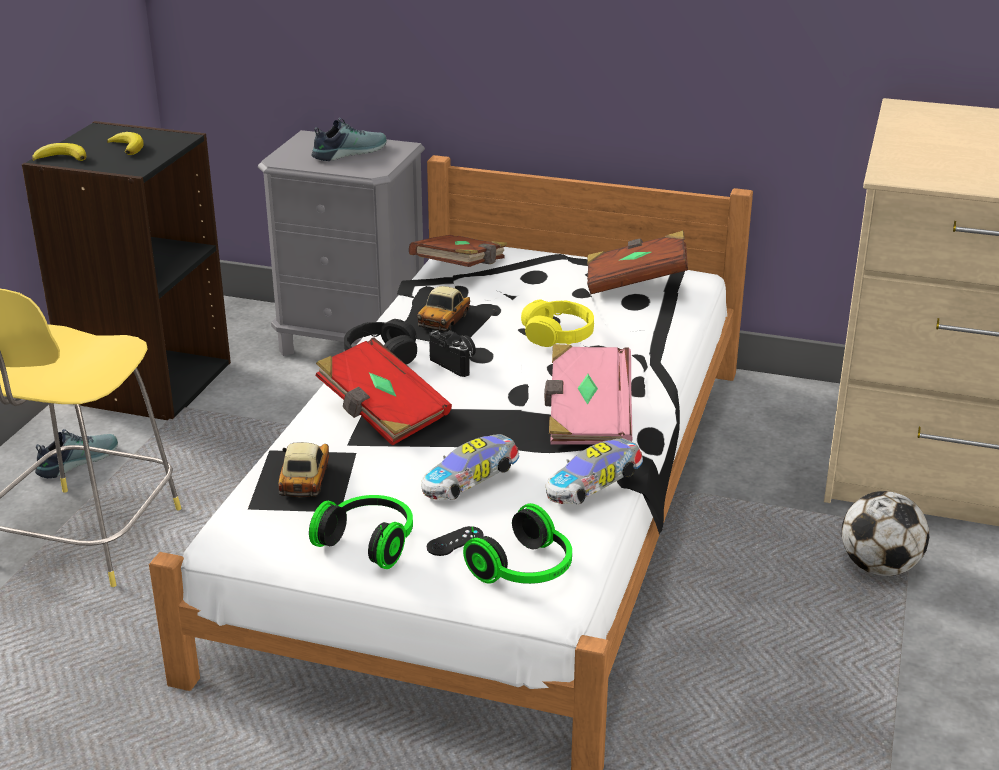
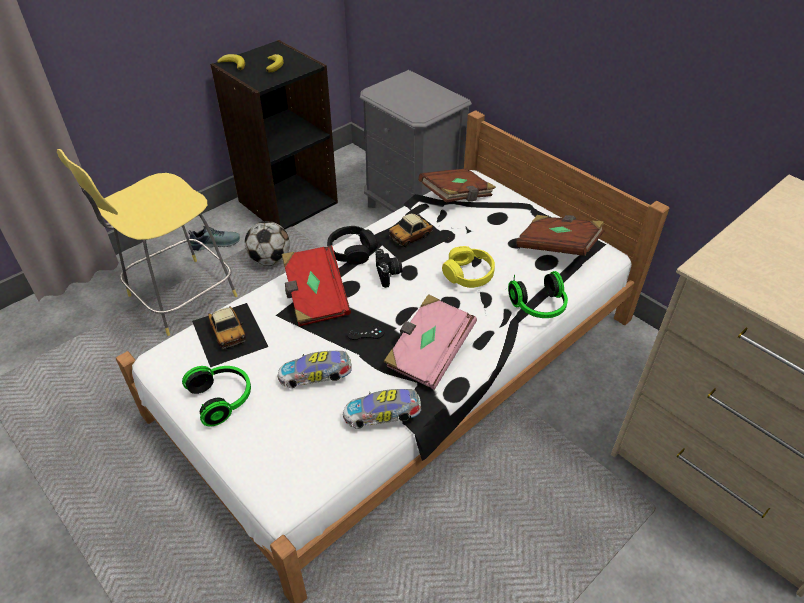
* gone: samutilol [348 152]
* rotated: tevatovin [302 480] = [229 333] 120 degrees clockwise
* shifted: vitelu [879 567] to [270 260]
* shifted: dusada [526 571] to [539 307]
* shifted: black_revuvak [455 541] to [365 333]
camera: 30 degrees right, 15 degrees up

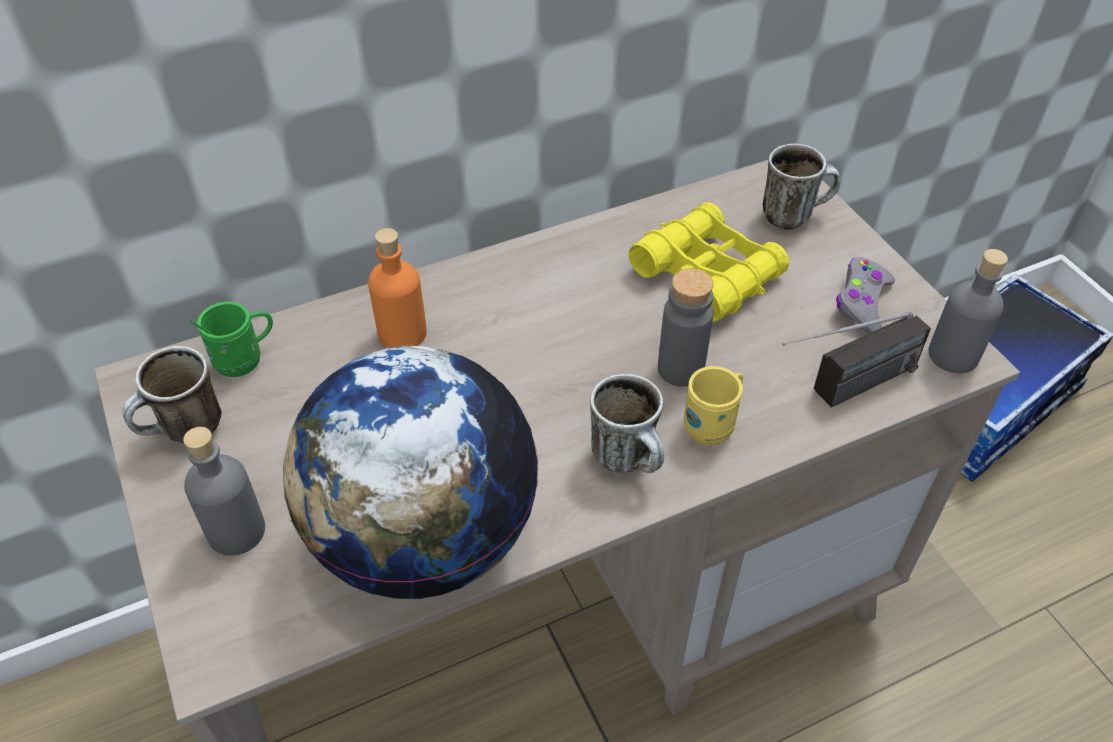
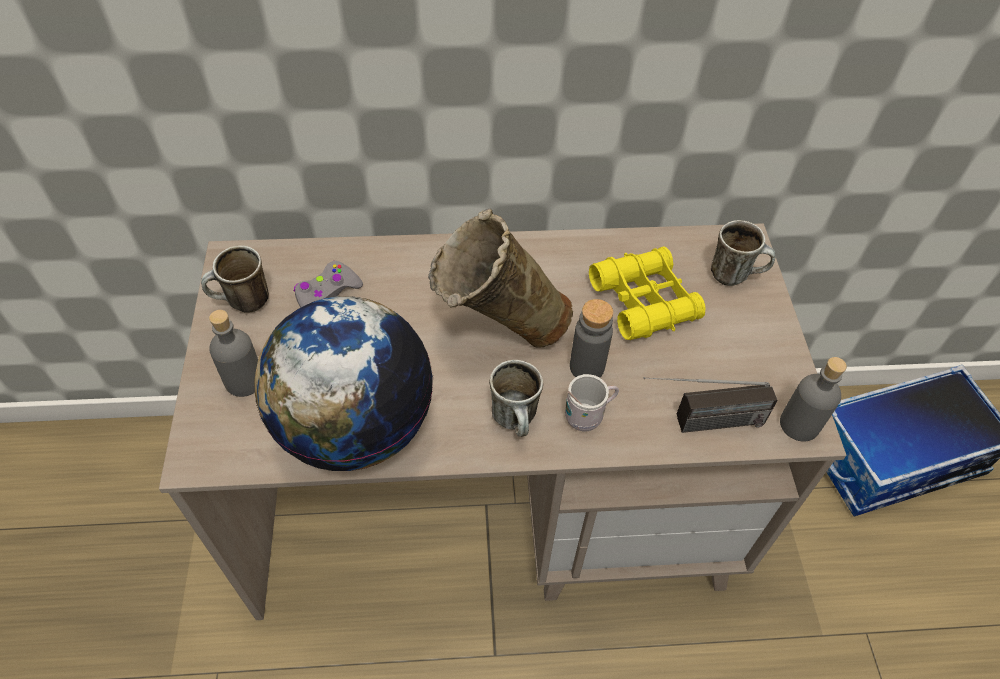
* gone: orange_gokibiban [402 333]
* shifted: grey_revuvak [862 302] to [327 295]
* gone: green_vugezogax [245 359]
* repainted: yellow_vugezogax [713 424] to white_vugezogax [588 415]
* new: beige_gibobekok [498 335]
camera: 20 degrees right, 5 degrees up

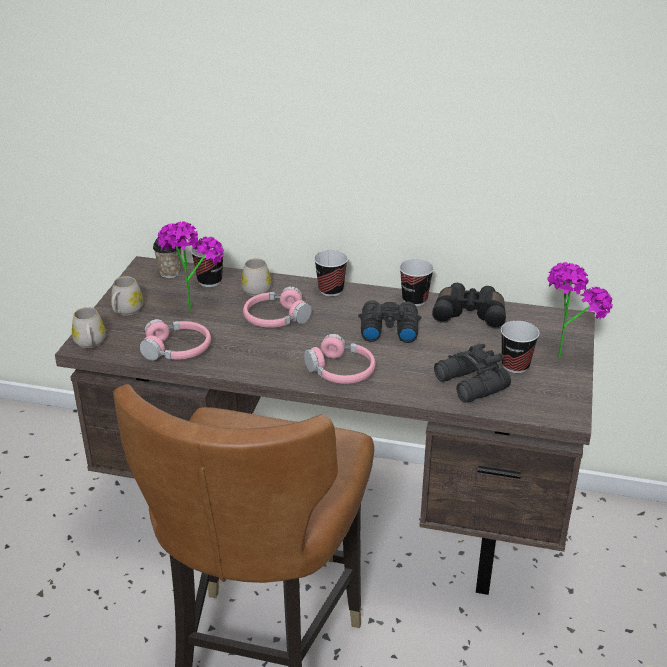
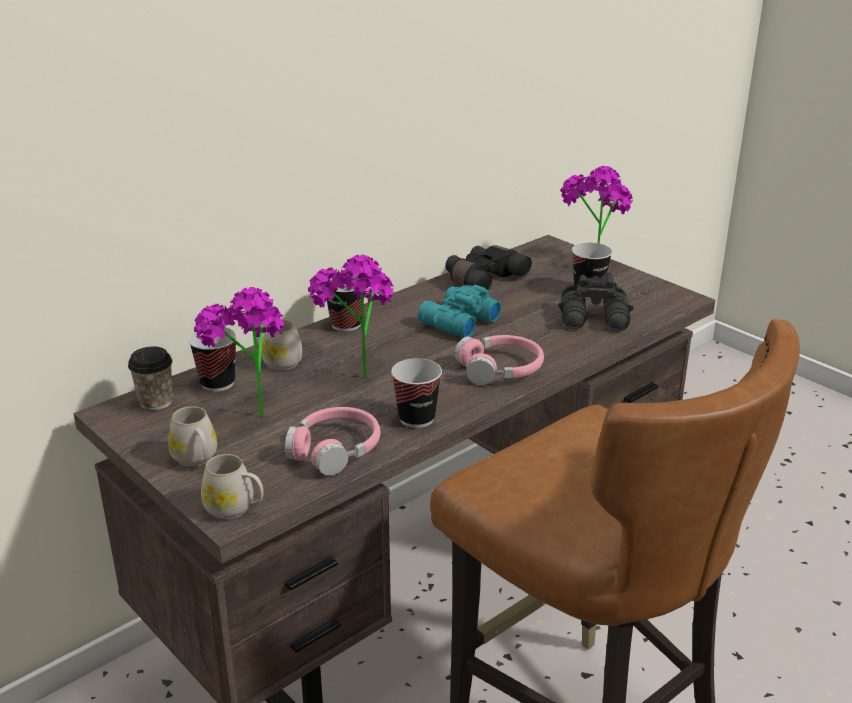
* shifted: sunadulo [414 300] to [416 418]
* swapped: pink_dusada [276 318] to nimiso [355 370]
* repainted: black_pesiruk [388 329] to turquoise_pesiruk [457 322]
camera: 55 degrees left, 5 degrees down

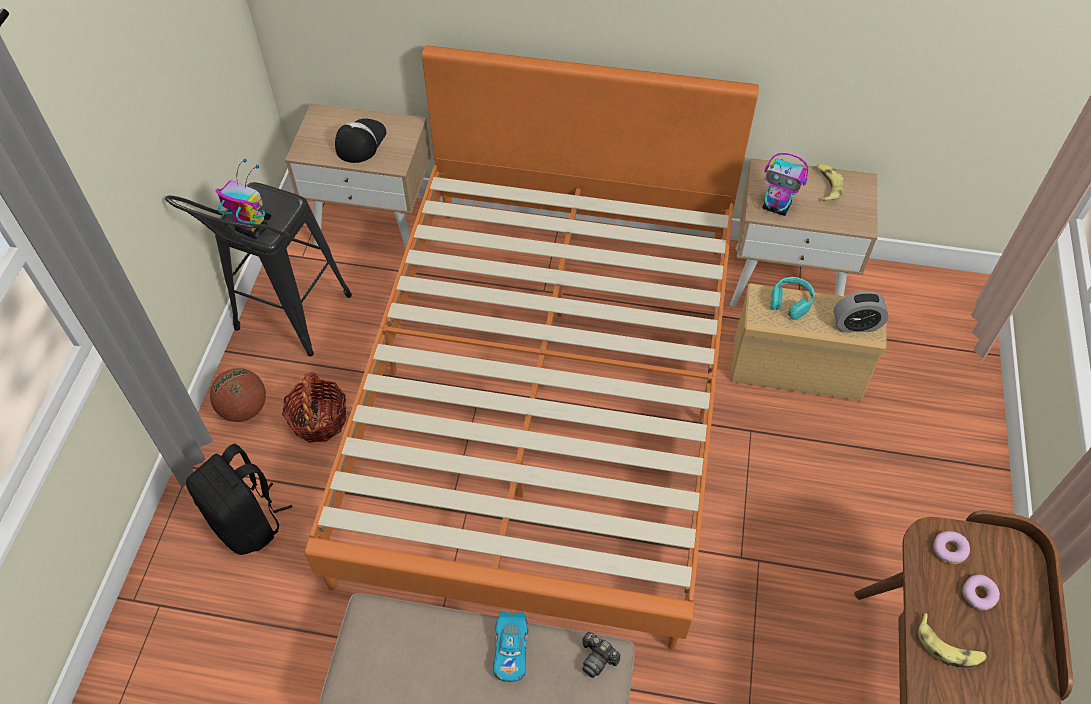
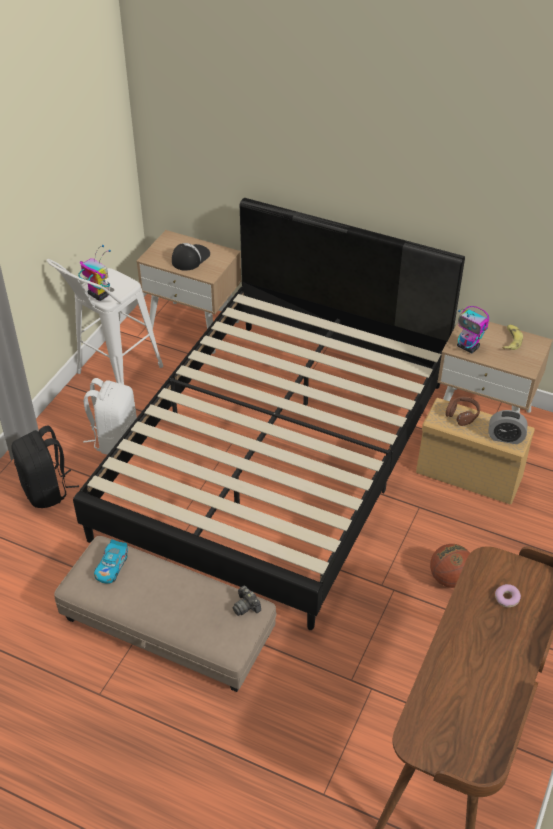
* repainted: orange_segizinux [546 398] to black_segizinux [277 456]
* repainted: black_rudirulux [286 321] to white_rudirulux [113 374]
* repainted: turquoise_dusada [790 302] to brown_dusada [462 414]
* shifted: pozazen [244 409] to [449 578]
* swapped: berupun [319 420] to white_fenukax [114 439]
* gone: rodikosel [949 549]
* shifted: tevatovin [511 650] to [111 566]
* gone: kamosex [948 647]
camera: 15 degrees right, 10 degrees down

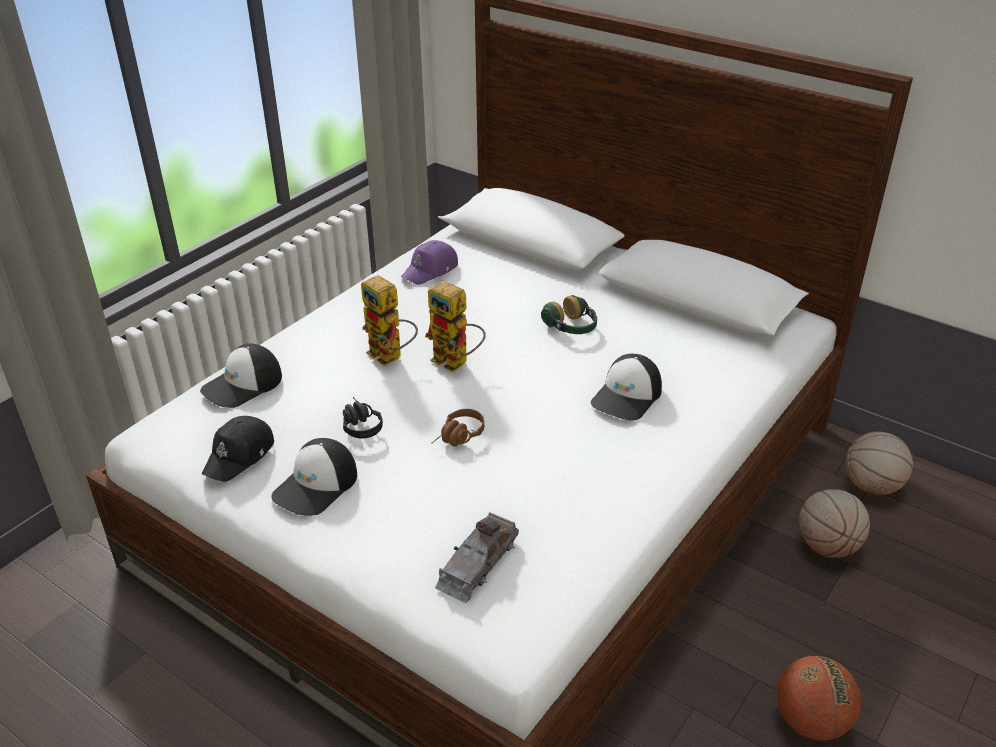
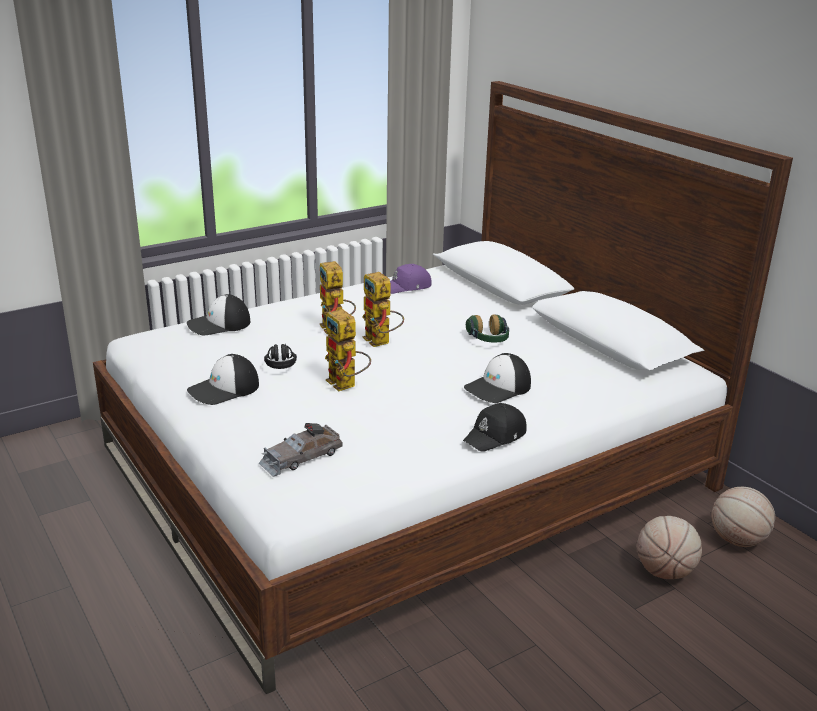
* swapped: brown_dusada [458 438] to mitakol [346 385]
* shifted: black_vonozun [240 455] to [496 436]
* gone: pozazen [810 721]
camera: 20 degrees right, 10 degrees down

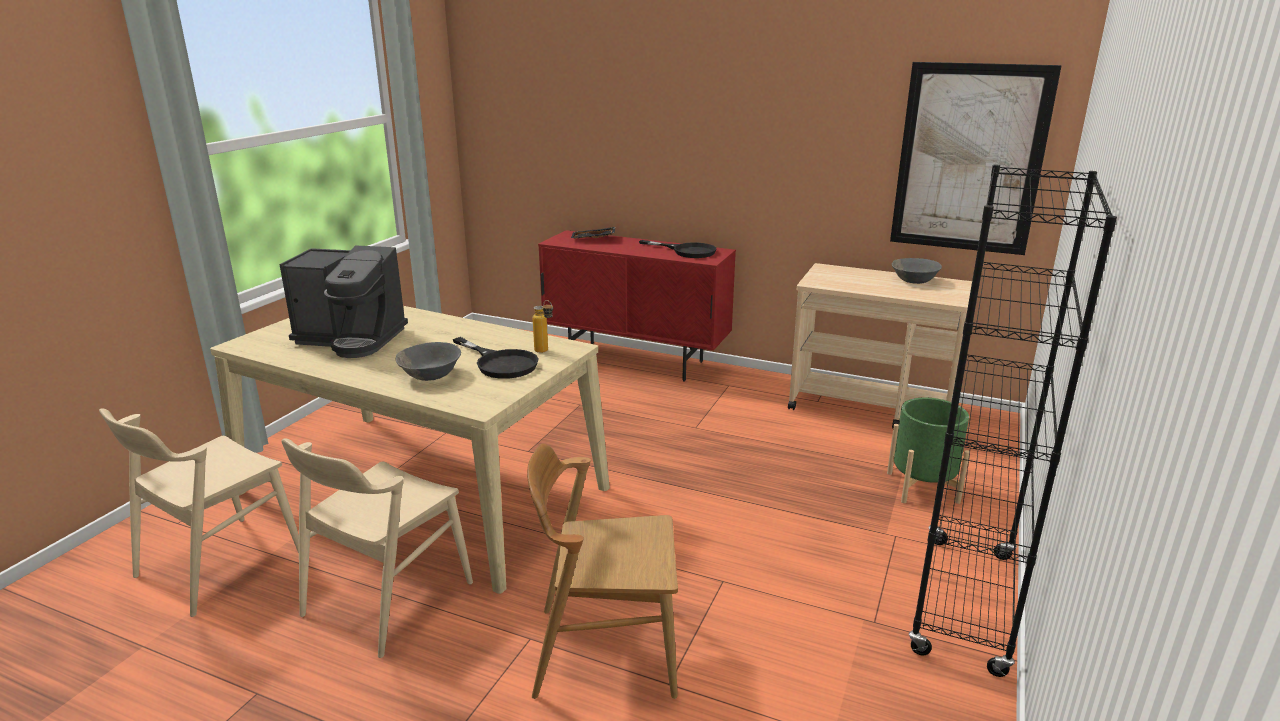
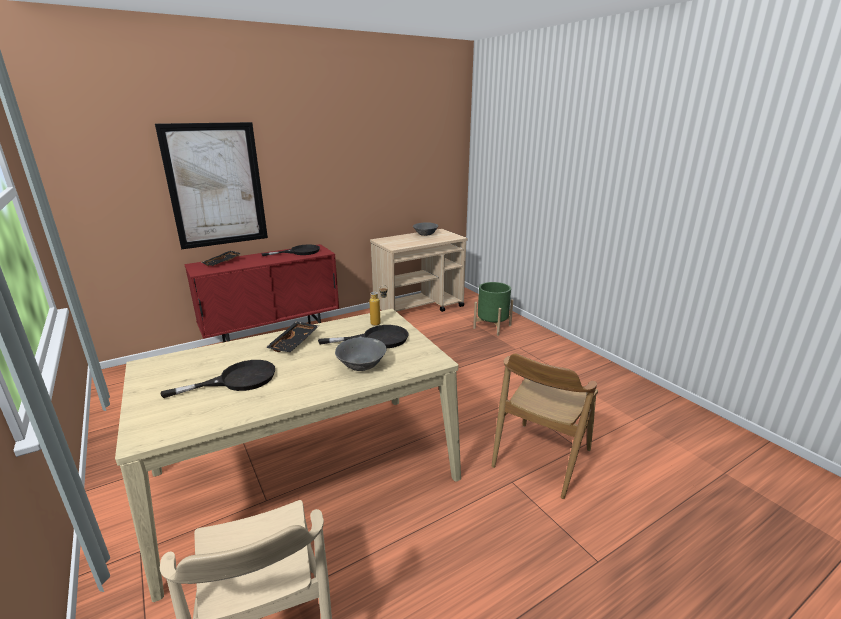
* shifted: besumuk [969 159] to [216 186]
* gone: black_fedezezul [964 603]
* swapped: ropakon [352 339] to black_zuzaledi [237 380]
* gone: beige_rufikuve [387 599]
* new: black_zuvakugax [294 343]
camera: 55 degrees left, 0 degrees up

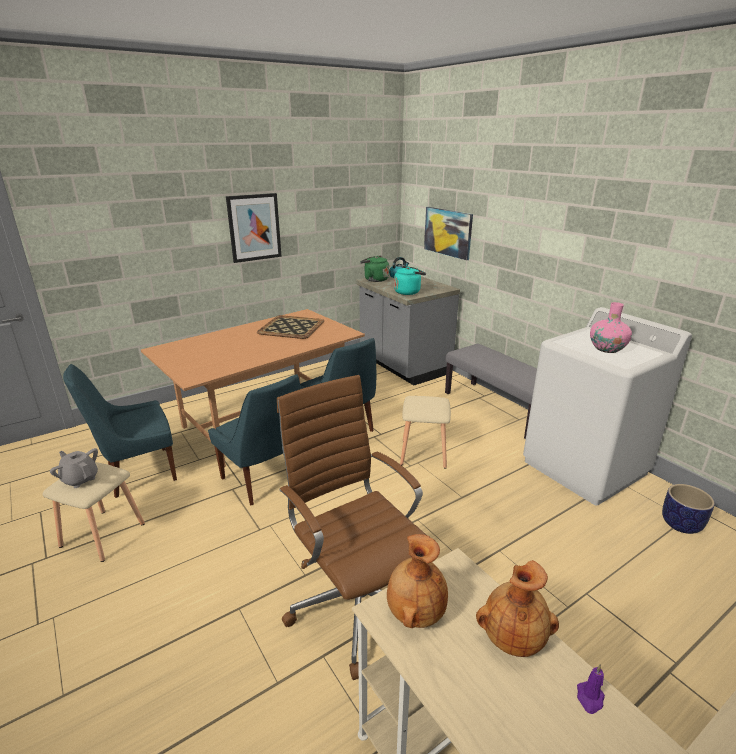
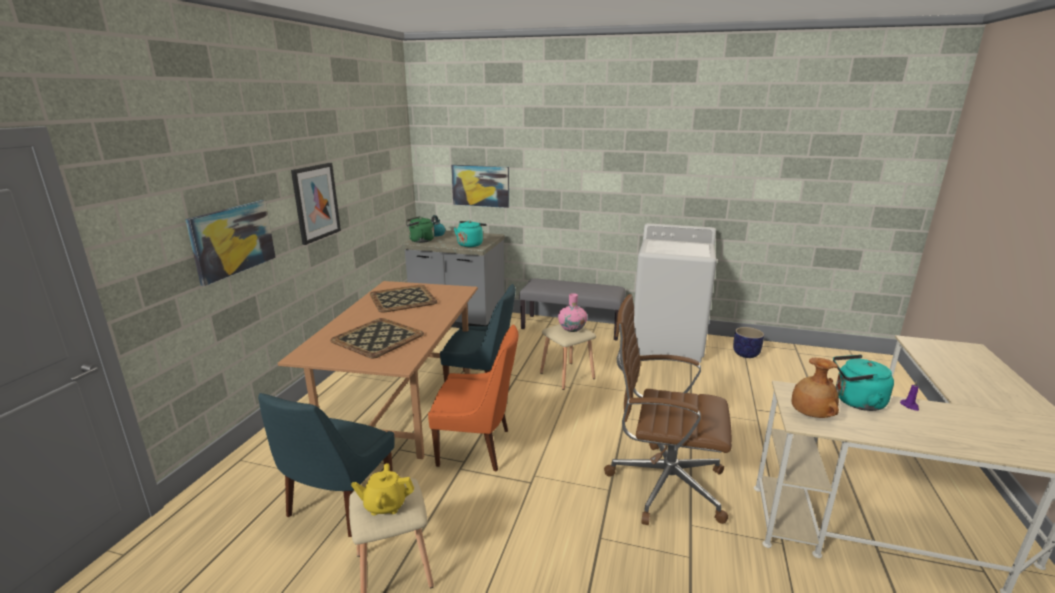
* shifted: pink_gibobekok [607 349] to [572 328]
* repainted: blue_rufikuve [265 479] to orange_rufikuve [477 448]
* repainted: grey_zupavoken [80 479] to yellow_zupavoken [385 505]
* swapped: brown_gibobekok [512 637] to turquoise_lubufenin [855 402]
* new: besumuk [232 240]
* new: zuvakugax [376 338]
camera: 40 degrees left, 5 degrees down

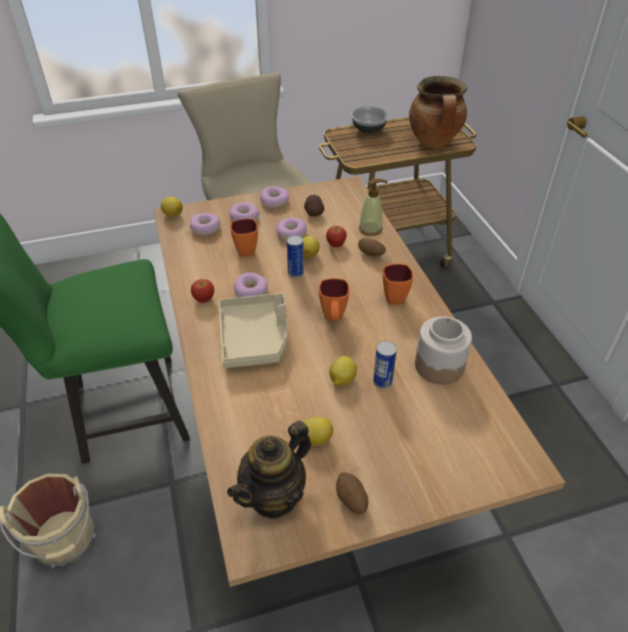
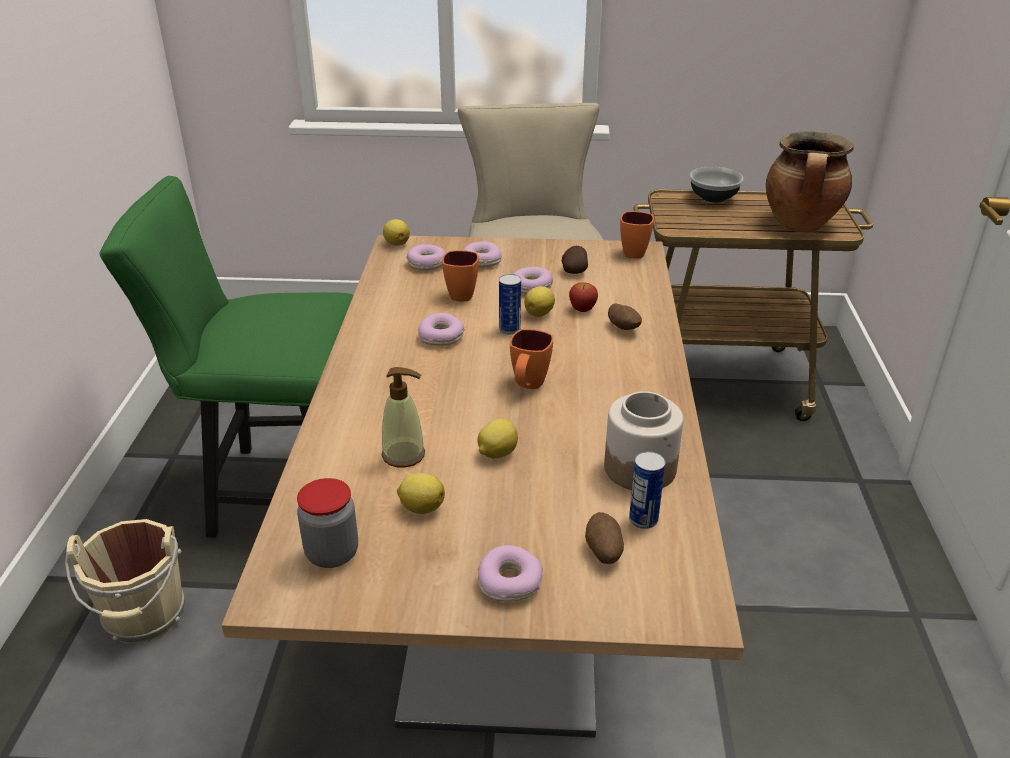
* shifted: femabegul [370 229] to [404 455]
* shifted: rodikosel [274 201] to [510 582]
* shifted: orange_vugezogax [393 295] to [634 251]
* gone: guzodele [204 299]
* gone: beige_zuvakugax [255 338]
* shifted: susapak [382 382] to [643 519]
* swapped: zupavoken [274 496] to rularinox [332 553]
* shifted: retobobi [351 500] to [603 551]
camera: 20 degrees right, 10 degrees down

